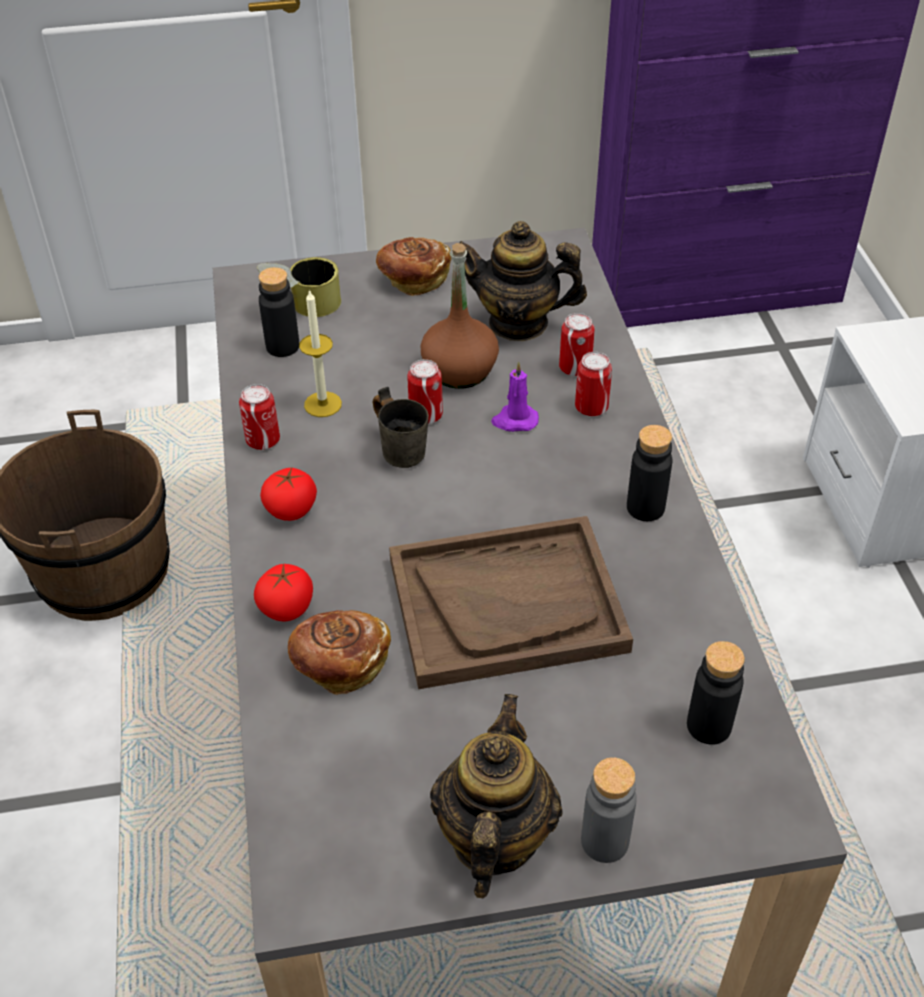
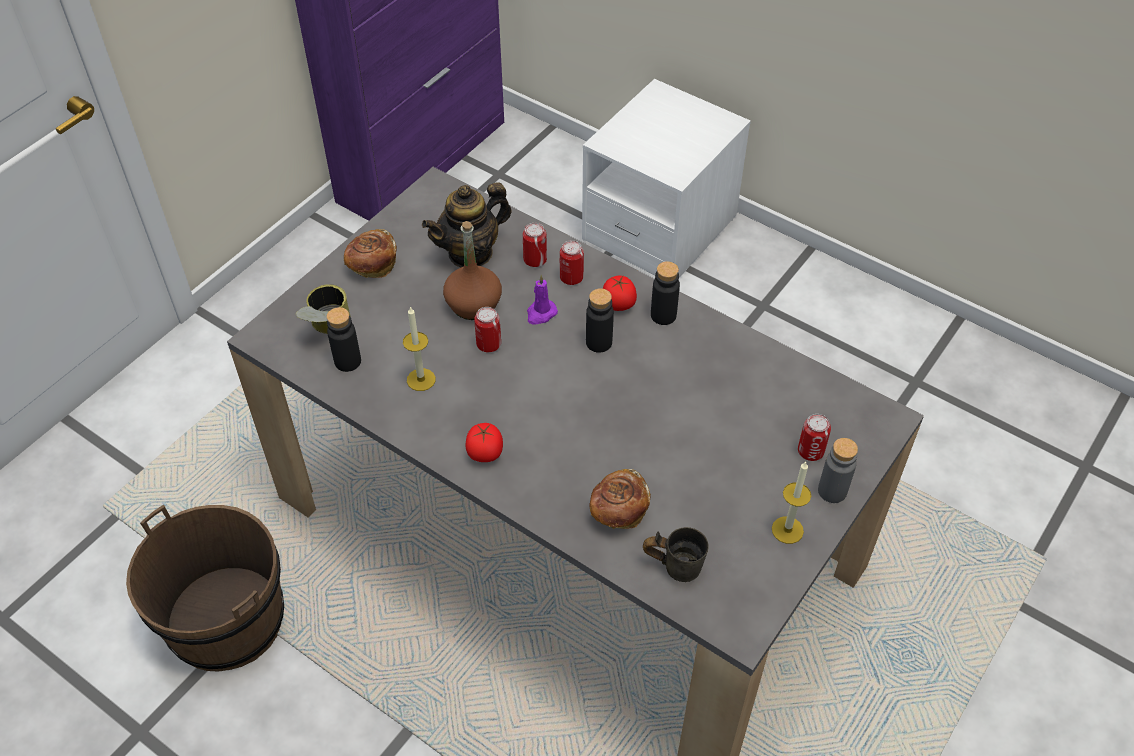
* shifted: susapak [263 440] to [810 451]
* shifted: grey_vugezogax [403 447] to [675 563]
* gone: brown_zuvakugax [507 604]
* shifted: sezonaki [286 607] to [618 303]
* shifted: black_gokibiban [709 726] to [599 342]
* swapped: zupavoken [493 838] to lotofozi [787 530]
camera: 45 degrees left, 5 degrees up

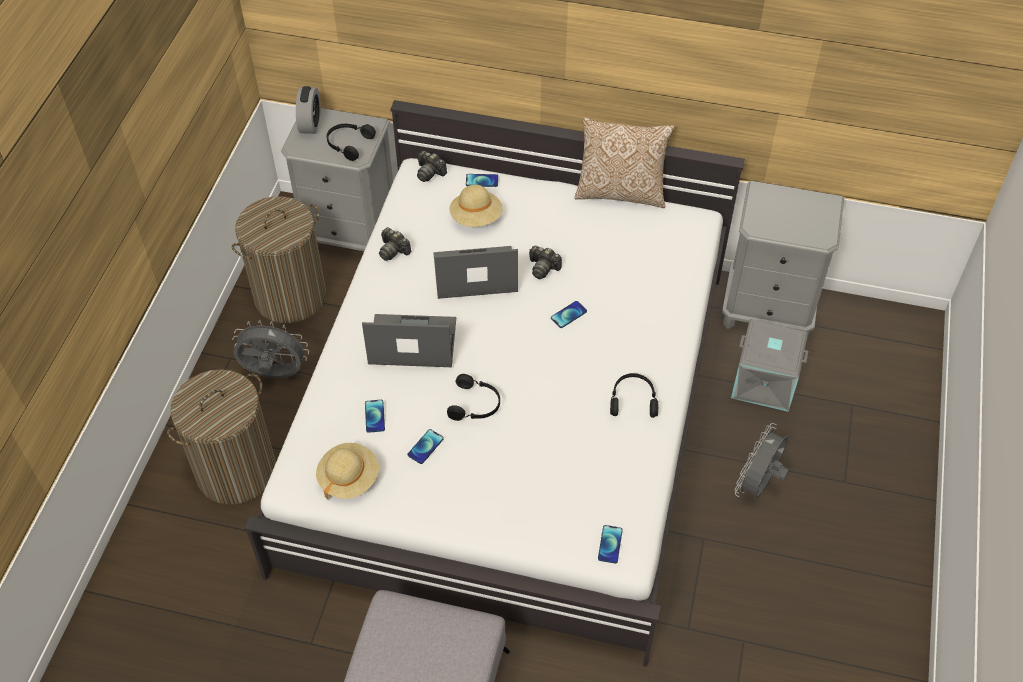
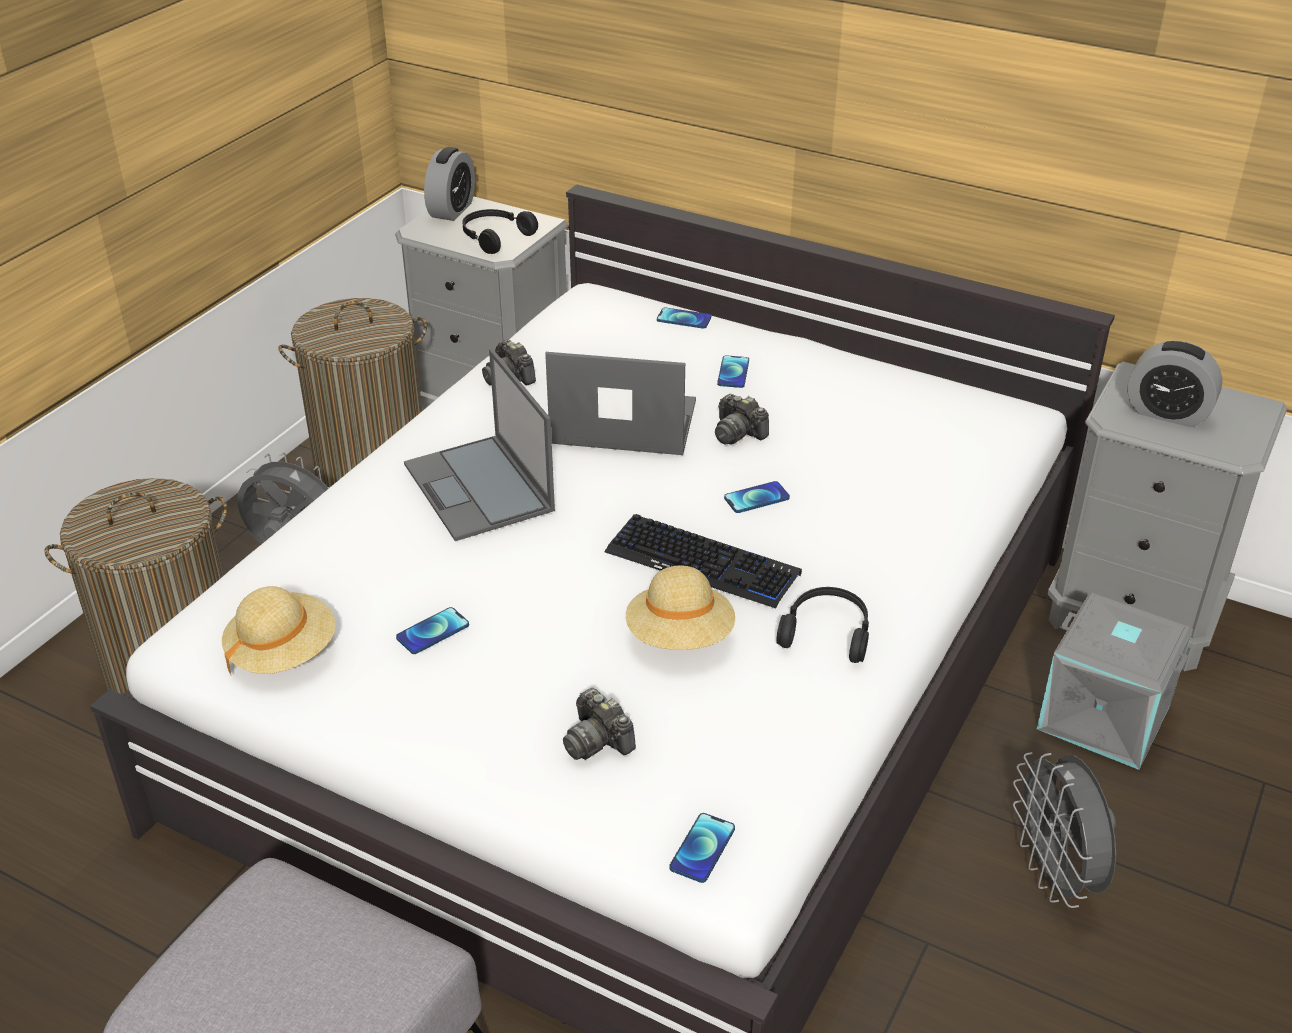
* gone: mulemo [620 192]
* shifted: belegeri [430 172] to [597 740]
* shifted: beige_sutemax [476 218] to [680 637]
* rotated: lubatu [411 341] = [480 488] 135 degrees counterclockwise
* gone: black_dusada [475 404]
* shifted: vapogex [374 416] to [733 373]
* rotated: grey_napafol [758 485] = [1056 876] 60 degrees counterclockwise
* new: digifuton [1167 413]
* new: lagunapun [703 563]
camera: 15 degrees right, 15 degrees down

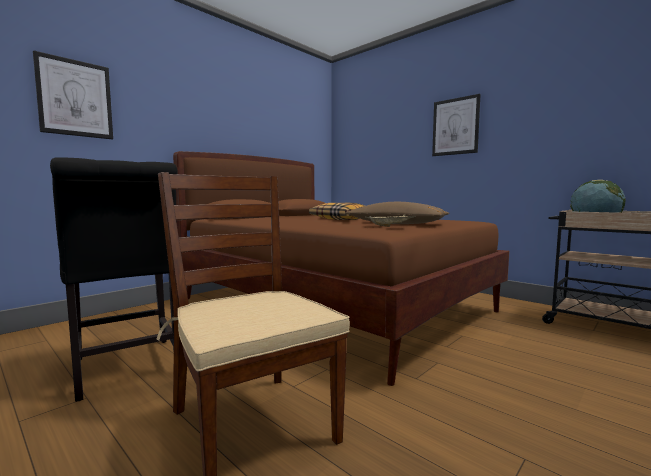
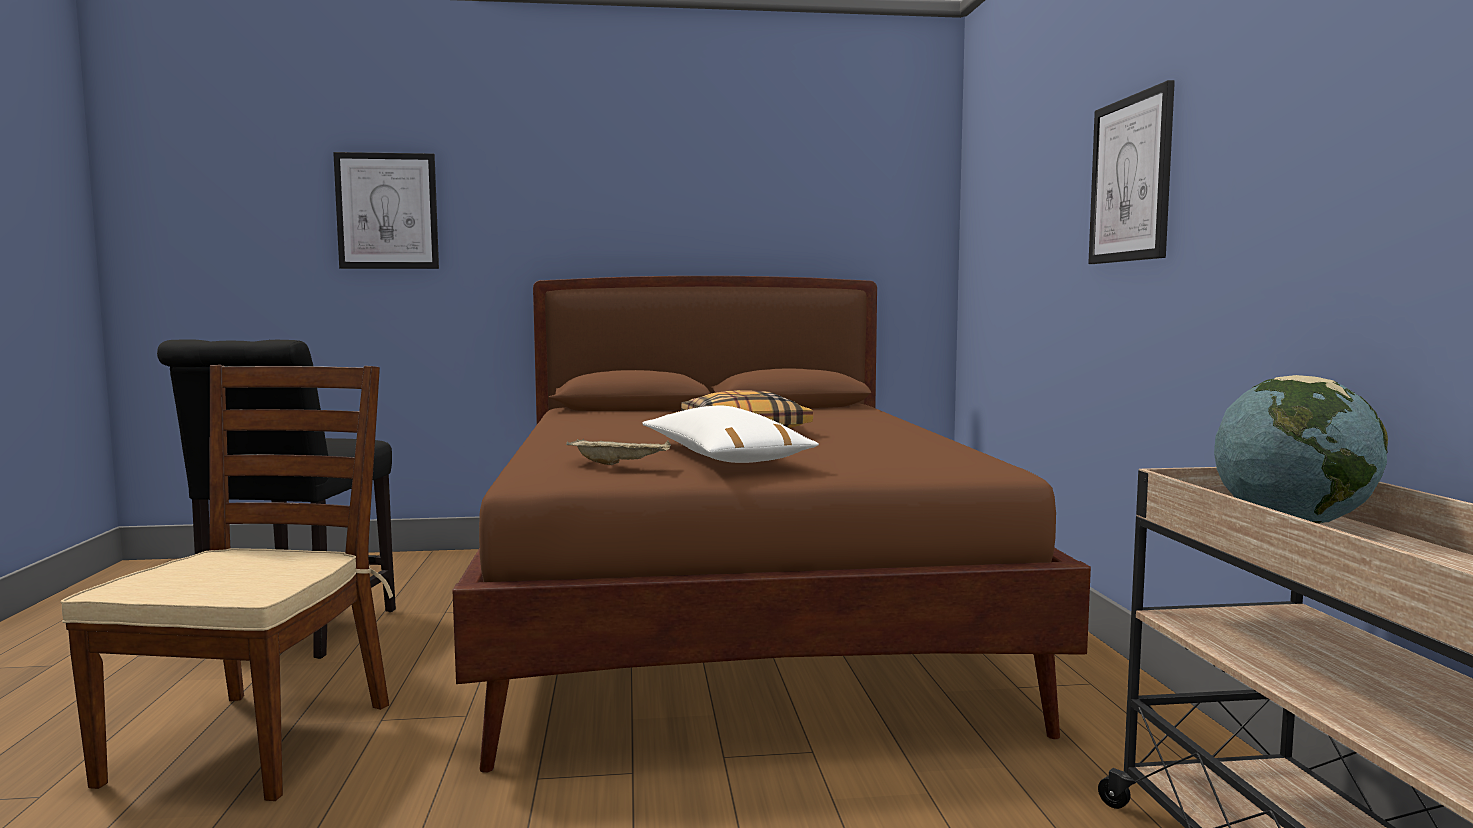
* repainted: brown_mulemo [397 224] to white_mulemo [723 458]
camera: 40 degrees right, 0 degrees up

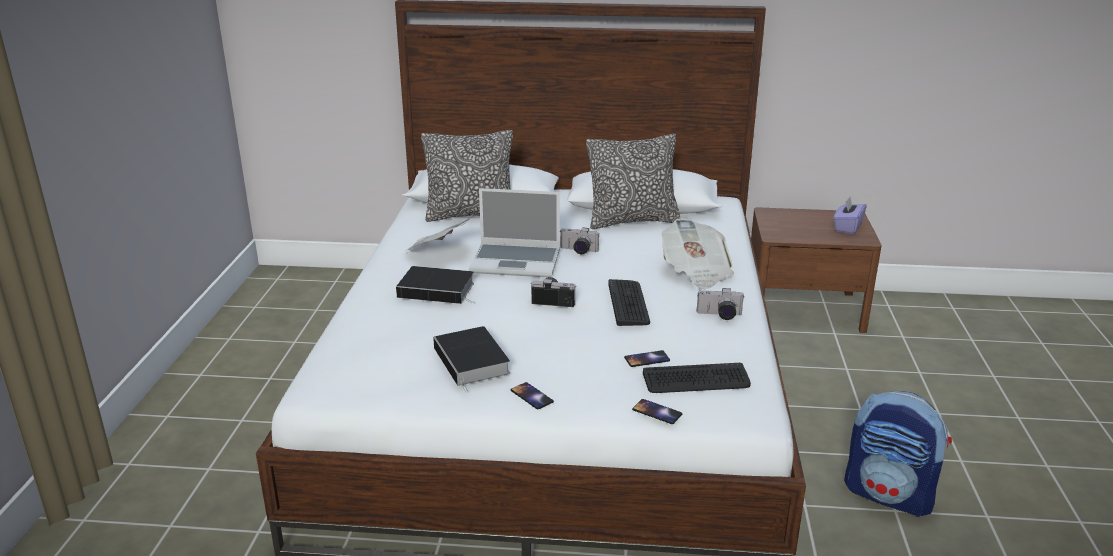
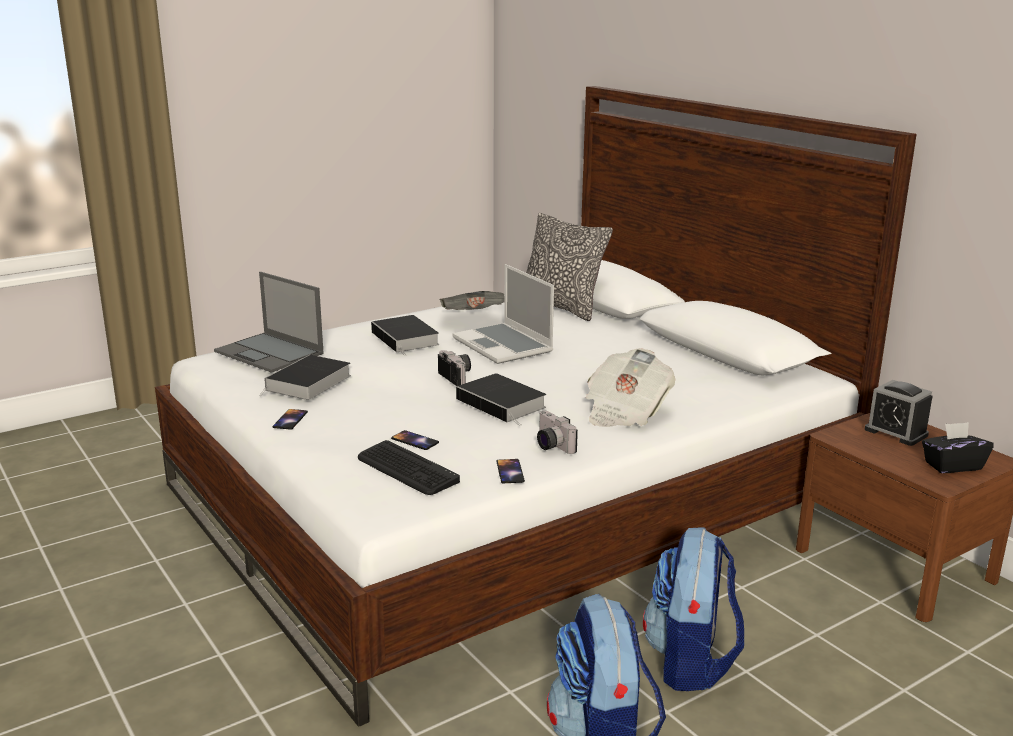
* gone: mulemo [632 221]
* repainted: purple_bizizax [847 227] to black_bizizax [952 465]
* gone: belegeri [578 251]
* swapped: lagunapun [628 303] to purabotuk [503 404]
* shifted: vapogex [657 412] to [510 471]
* new: lubatu [270 353]
* new: digifuton [896 432]
* new: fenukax [691 662]
camera: 50 degrees right, 5 degrees down

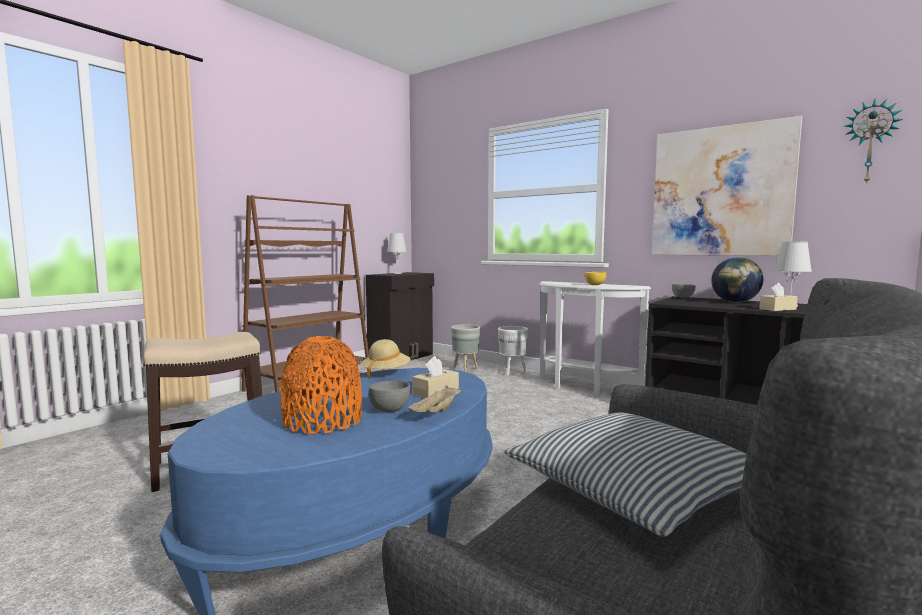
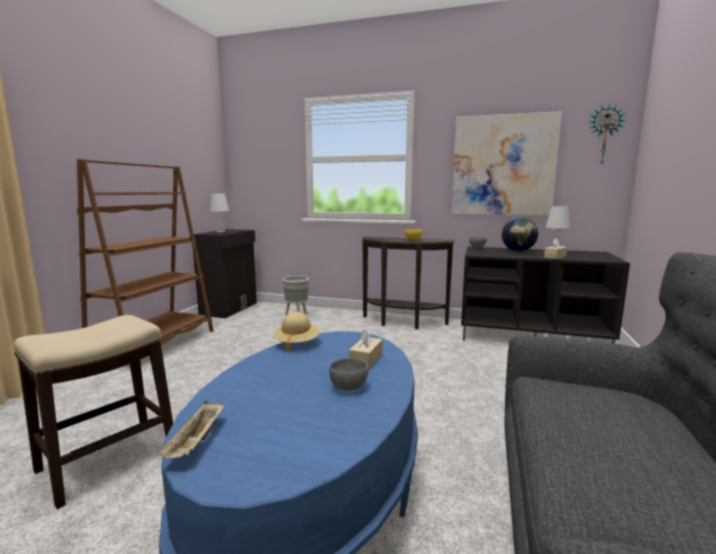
* repainted: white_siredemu [583 388] to brown_siredemu [402 323]
* gone: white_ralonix [512 372]
* gone: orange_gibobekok [323 421]
* shifted: beige_zuvakugax [437 412] to [196 443]
* gone: mulemo [634 488]
camera: 20 degrees left, 5 degrees up

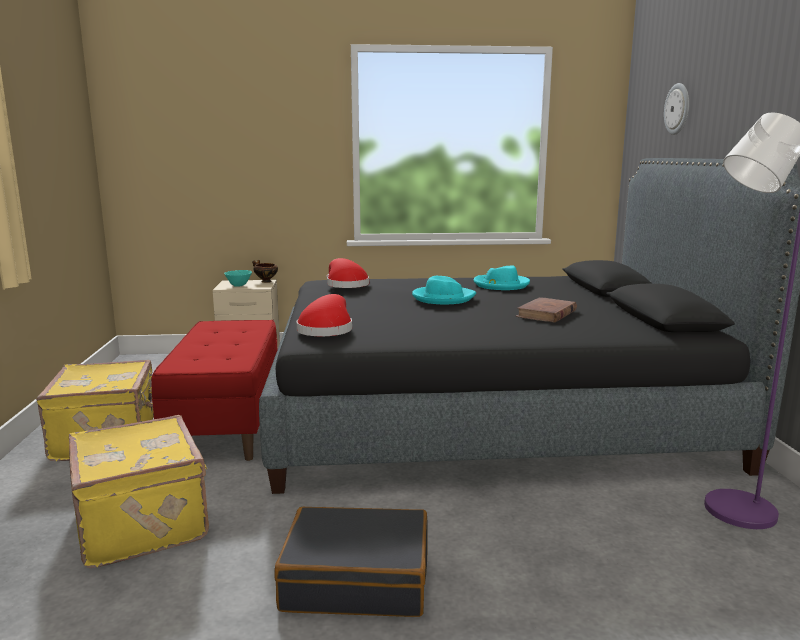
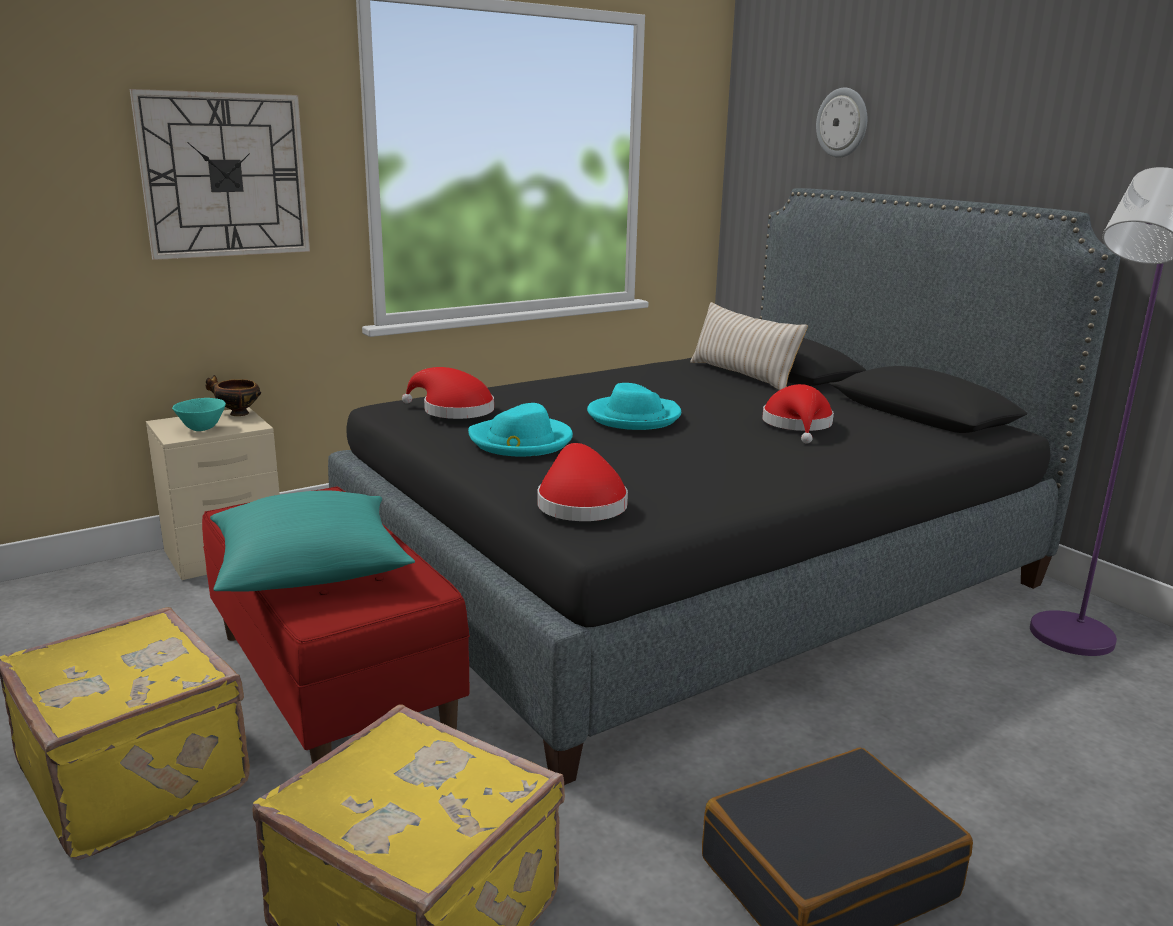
* shifted: turquoise_sutemax [501 285] to [520 441]
* swapped: brown_purabotuk [546 314] to red_sutemax [798 425]
* new: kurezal [225 175]
* new: beige_mulemo [742 375]
* new: turquoise_mulemo [309 569]
camera: 30 degrees left, 5 degrees up

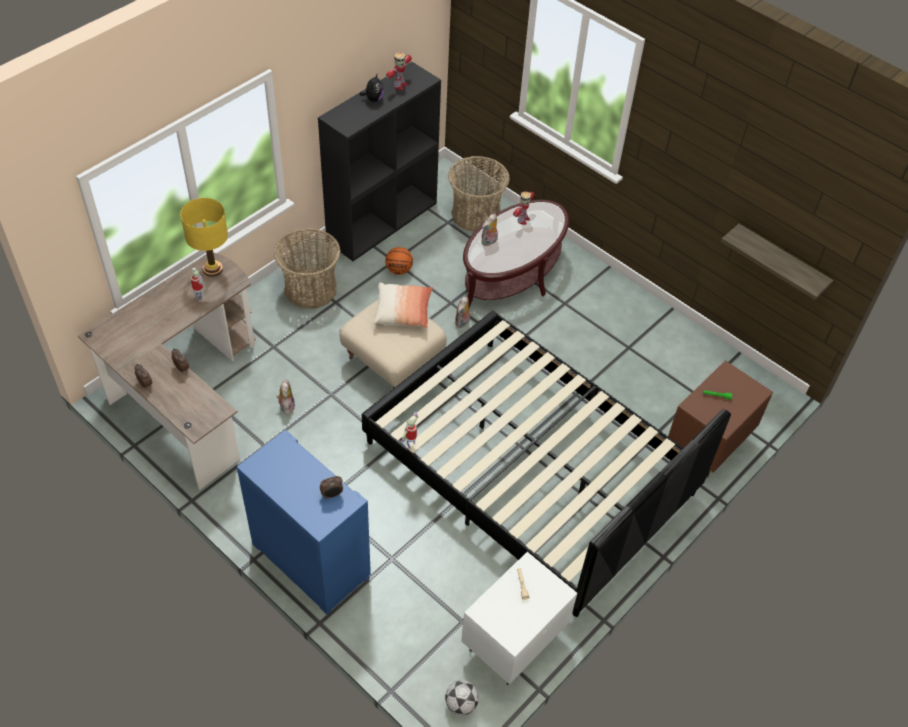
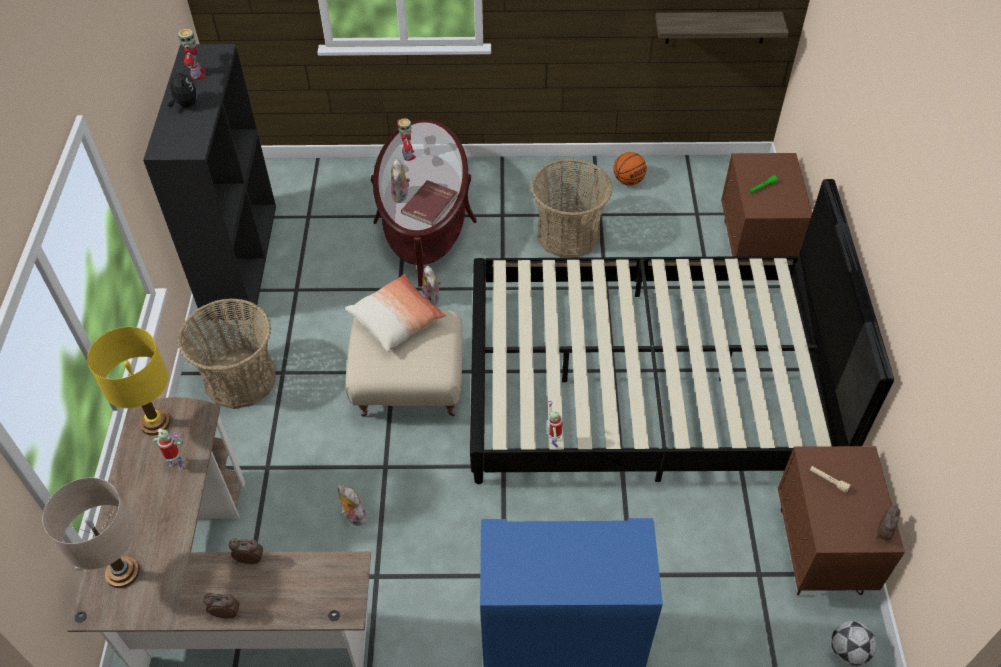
* shifted: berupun [476 214] to [568 234]
* shifted: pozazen [399 270] to [628 180]
* shifted: digifuton [332 495] to [883 533]
* repainted: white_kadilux [513 643] to brown_kadilux [820 552]
* new: red_purabotuk [430 205]
* new: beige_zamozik [123 573]
camera: 40 degrees left, 0 degrees up

